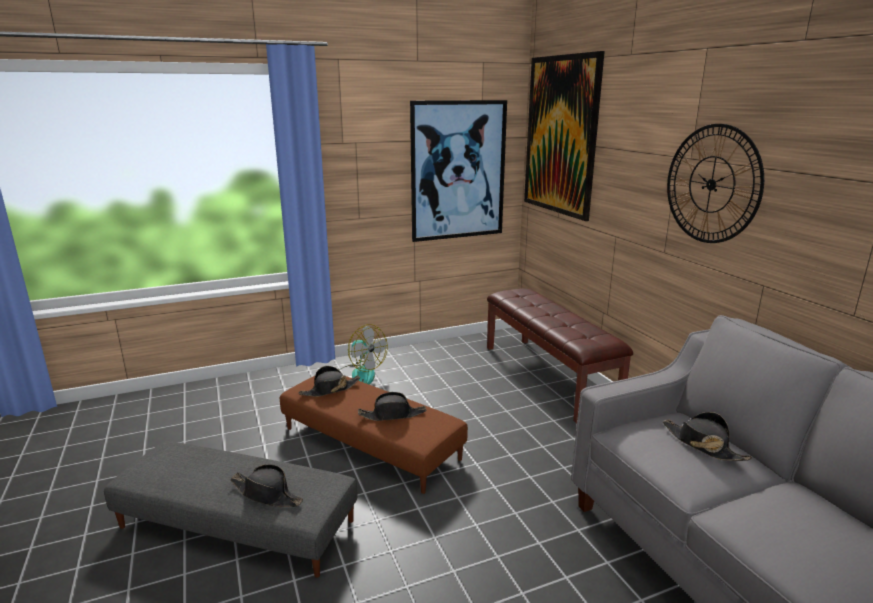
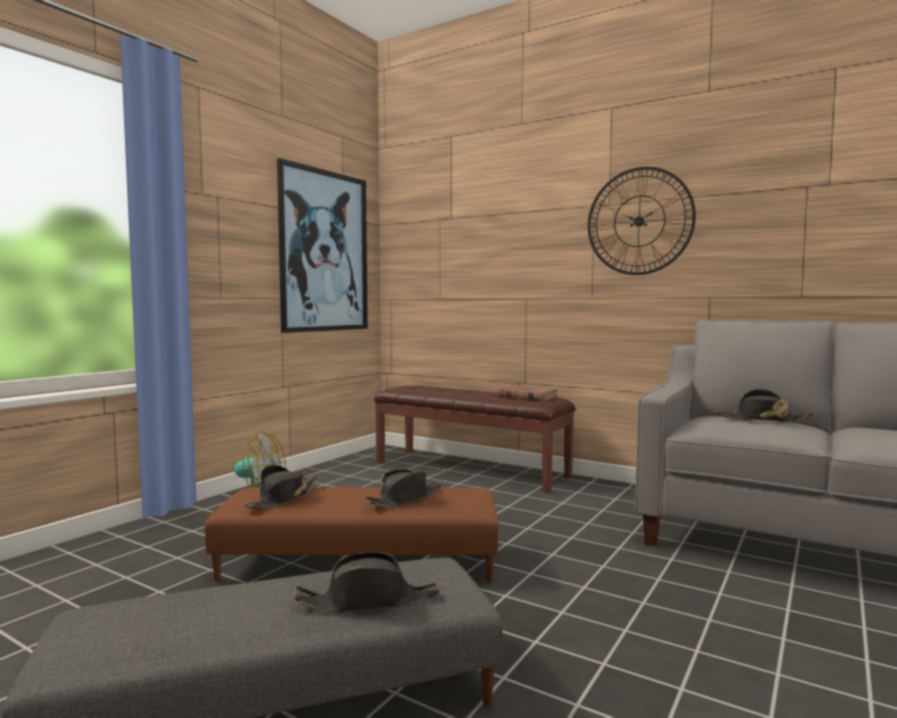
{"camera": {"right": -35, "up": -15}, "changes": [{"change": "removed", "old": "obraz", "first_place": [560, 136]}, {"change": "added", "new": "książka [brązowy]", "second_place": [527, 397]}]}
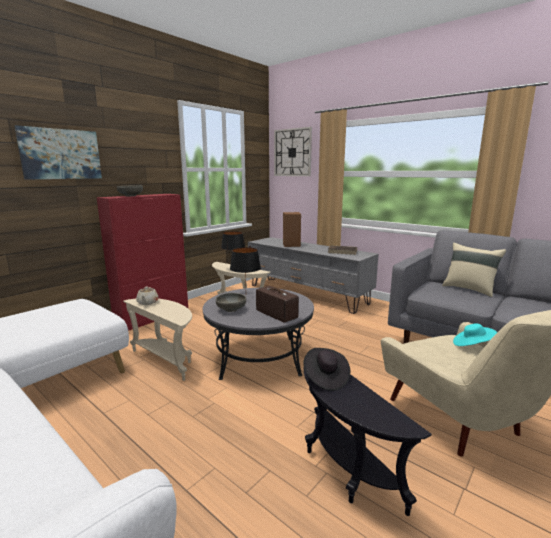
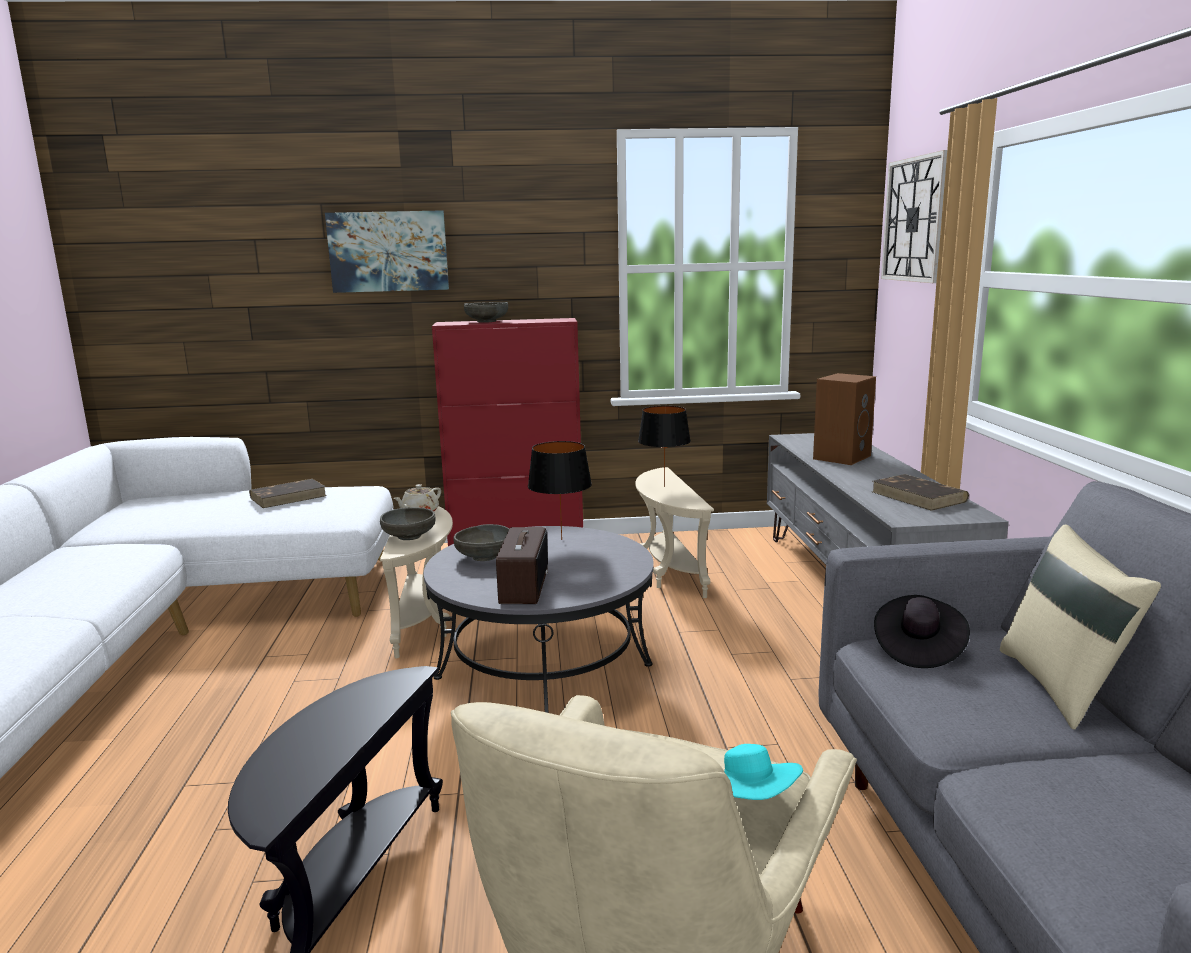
{"camera": {"right": 45, "up": 0}, "changes": [{"change": "added", "new": "książka [brązowy]", "second_place": [289, 497]}, {"change": "added", "new": "miska [szary]", "second_place": [409, 536]}, {"change": "moved", "old": "kapelusz [czarny]", "first_place": [325, 378], "second_place": [917, 649]}]}
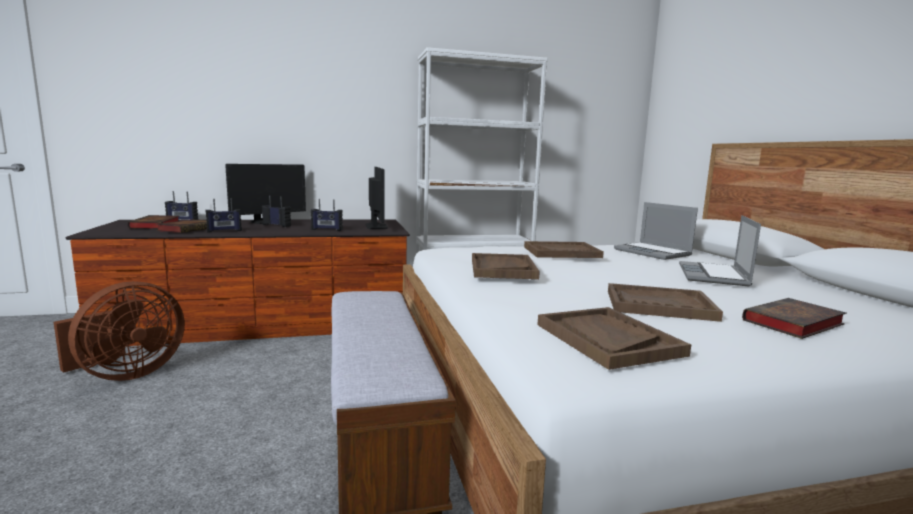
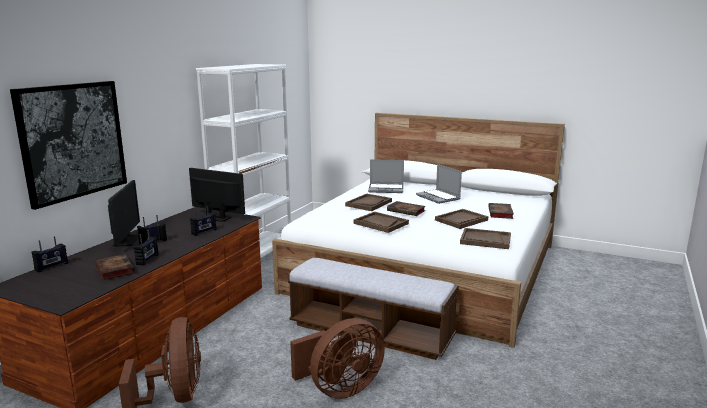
{"camera": {"right": -50, "up": 5}, "changes": [{"change": "added", "new": "obraz", "second_place": [73, 141]}, {"change": "added", "new": "wentylator [brązowy]", "second_place": [340, 389]}, {"change": "moved", "old": "książka", "first_place": [155, 225], "second_place": [407, 211]}]}
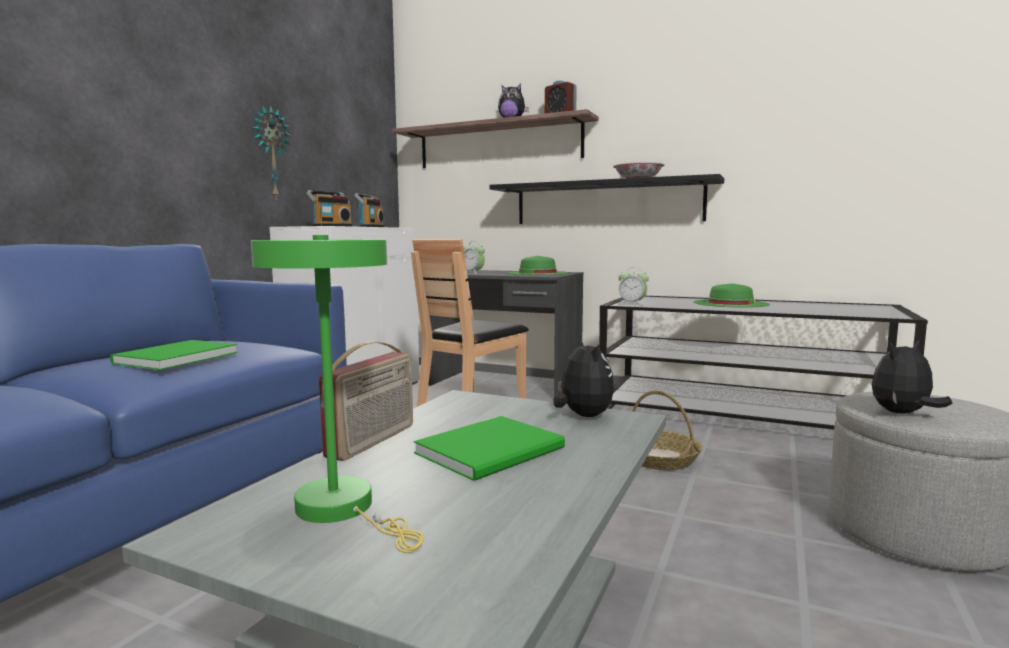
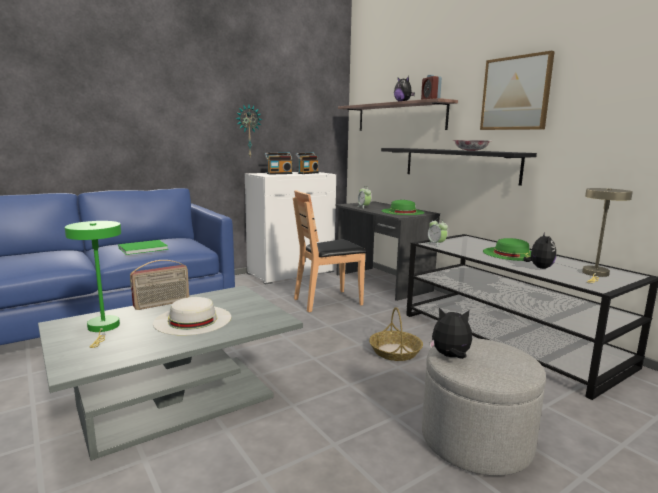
{"camera": {"right": 30, "up": 5}, "changes": [{"change": "added", "new": "obraz", "second_place": [515, 93]}, {"change": "added", "new": "lampa stołowa [beżowy]", "second_place": [595, 274]}, {"change": "moved", "old": "pluszak", "first_place": [582, 416], "second_place": [539, 268]}, {"change": "replaced", "old": "książka [zielony]", "new": "kapelusz [biały]", "first_place": [495, 450], "second_place": [192, 320]}]}
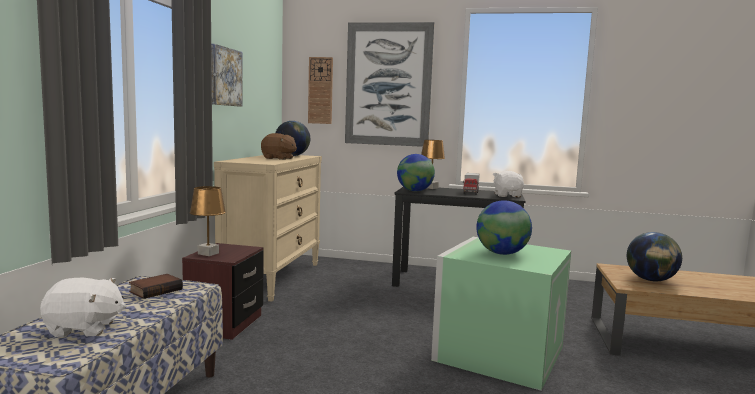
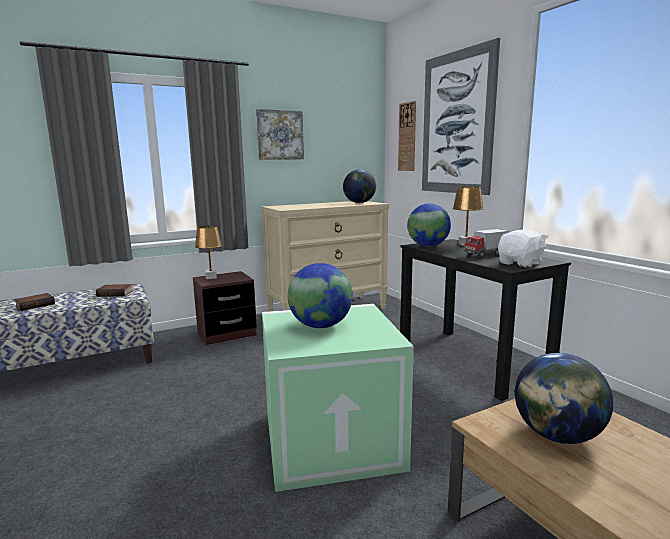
{"camera": {"right": 50, "up": 5}, "changes": [{"change": "removed", "old": "pluszak [brązowy]", "first_place": [278, 158]}, {"change": "replaced", "old": "pluszak [biały]", "new": "książka", "first_place": [84, 328], "second_place": [35, 305]}]}
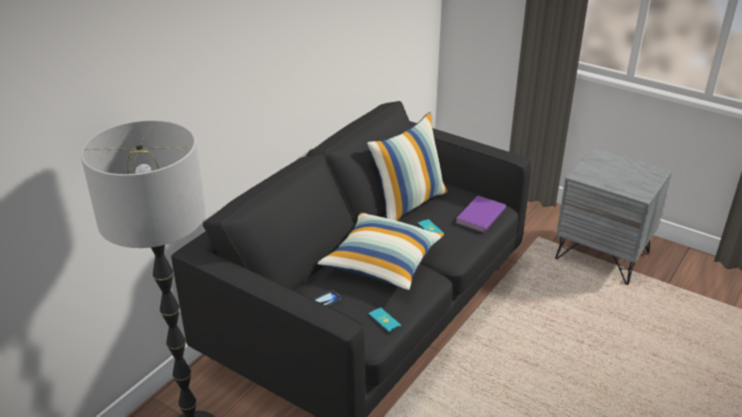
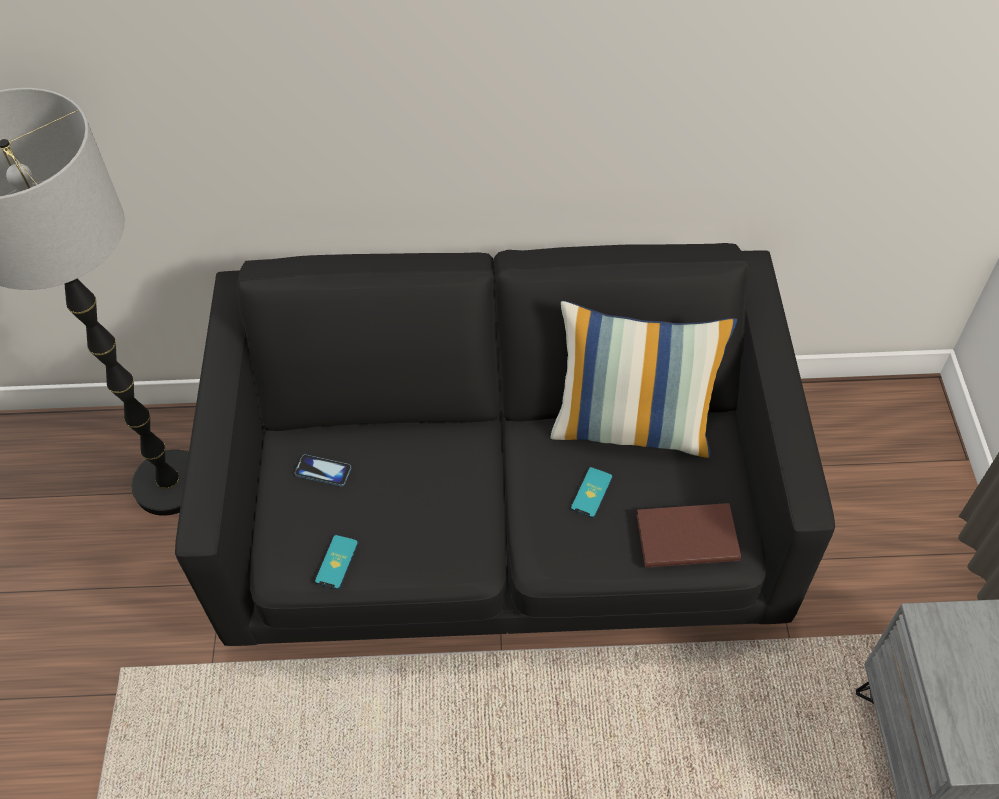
{"camera": {"right": 55, "up": 20}, "changes": [{"change": "removed", "old": "poduszka", "first_place": [382, 263]}, {"change": "recoloured", "old": "książka [fioletowy]", "new": "książka [brązowy]", "first_place": [479, 216], "second_place": [685, 536]}]}
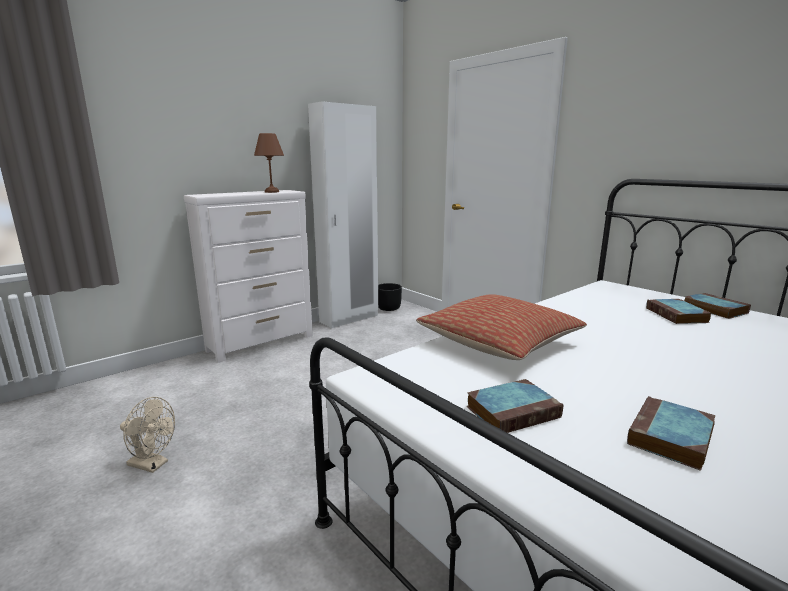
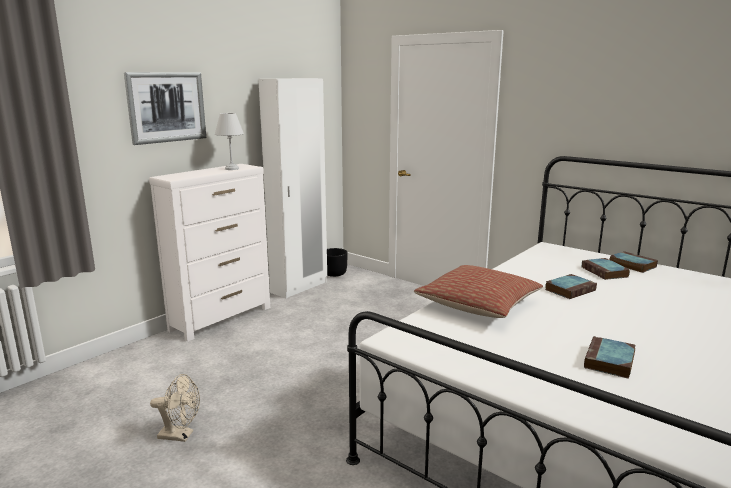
{"camera": {"right": -10, "up": 0}, "changes": [{"change": "added", "new": "obraz", "second_place": [166, 107]}, {"change": "moved", "old": "książka", "first_place": [513, 411], "second_place": [570, 290]}, {"change": "recoloured", "old": "lampa stołowa [brązowy]", "new": "lampa stołowa [biały]", "first_place": [272, 192], "second_place": [232, 169]}]}
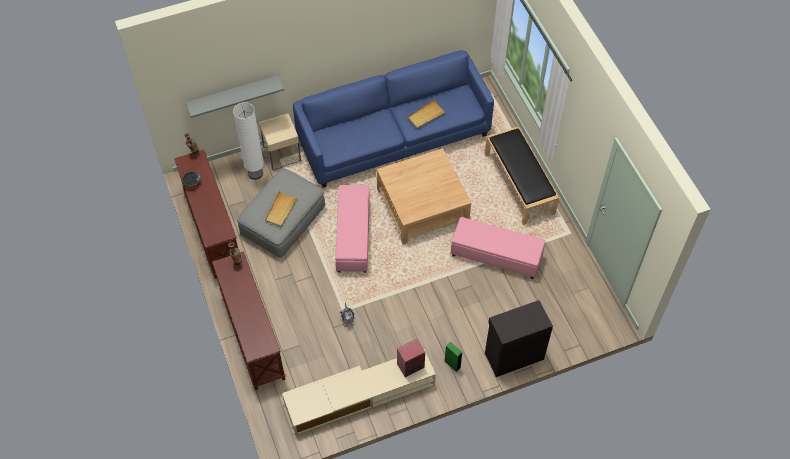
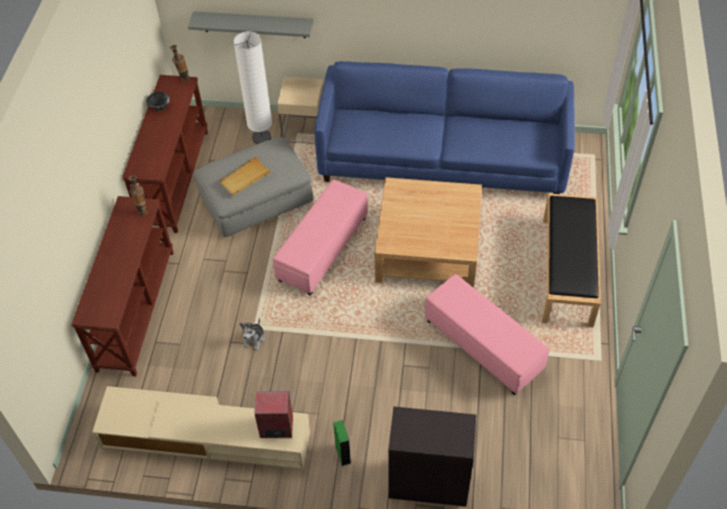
{"camera": {"right": 30, "up": -5}, "changes": [{"change": "removed", "old": "taca [beżowy]", "first_place": [426, 115]}]}
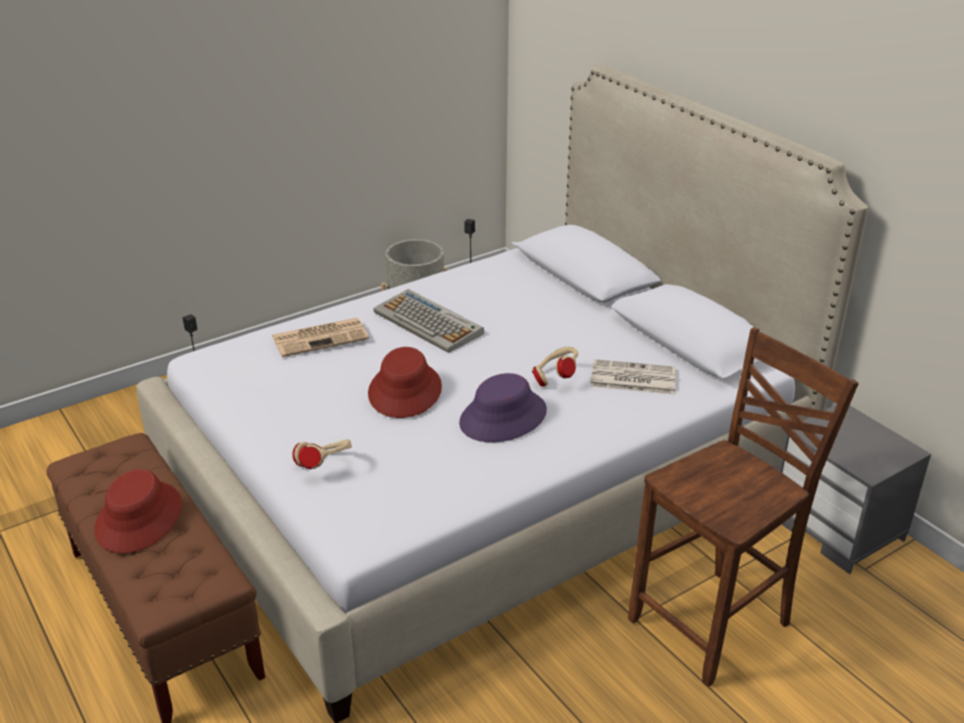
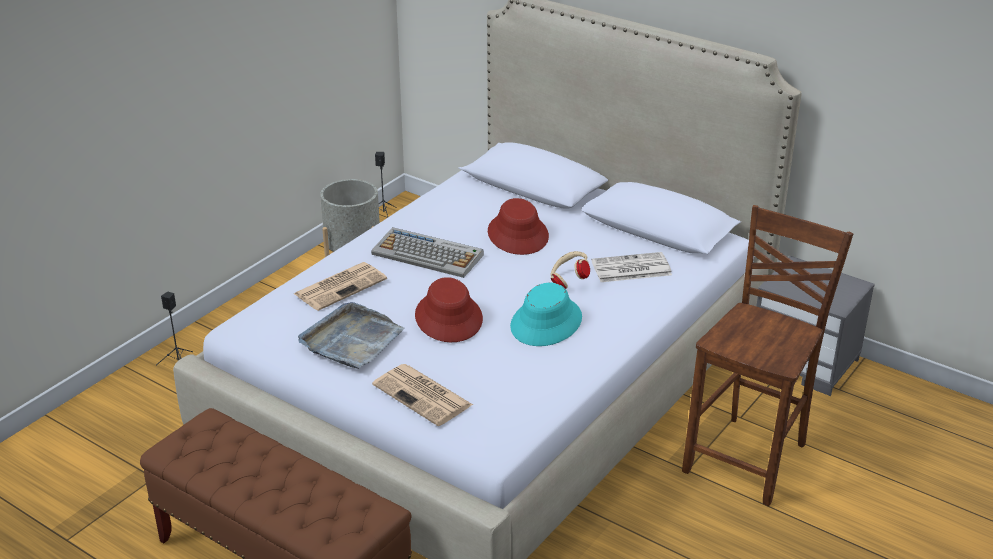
{"camera": {"right": -20, "up": 0}, "changes": [{"change": "added", "new": "taca [szary]", "second_place": [351, 340]}, {"change": "moved", "old": "kapelusz [czerwony]", "first_place": [139, 518], "second_place": [518, 234]}, {"change": "replaced", "old": "słuchawki [beżowy]", "new": "gazeta", "first_place": [324, 467], "second_place": [424, 395]}, {"change": "recoloured", "old": "kapelusz [fioletowy]", "new": "kapelusz [turkusowy]", "first_place": [503, 417], "second_place": [546, 322]}]}
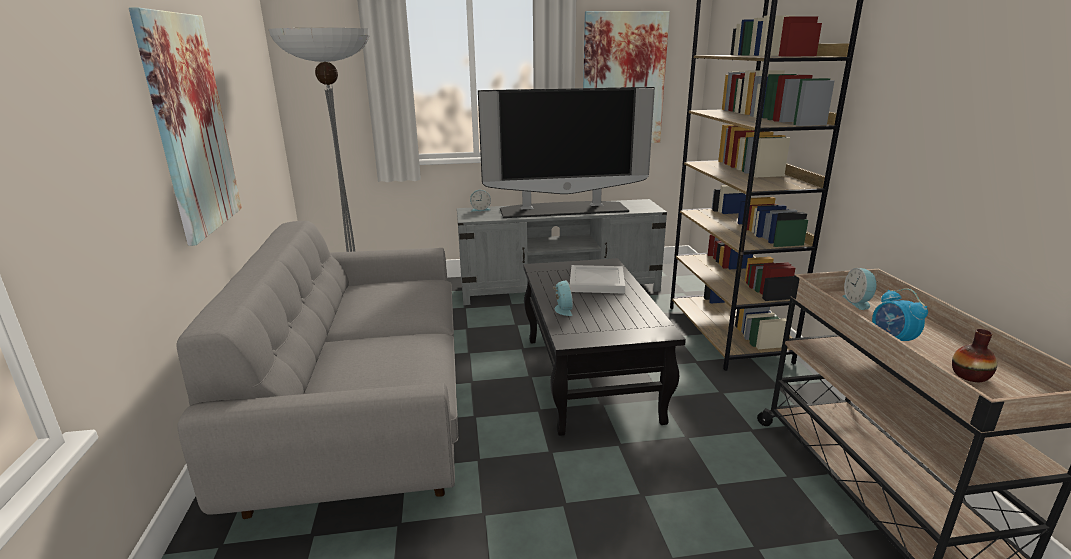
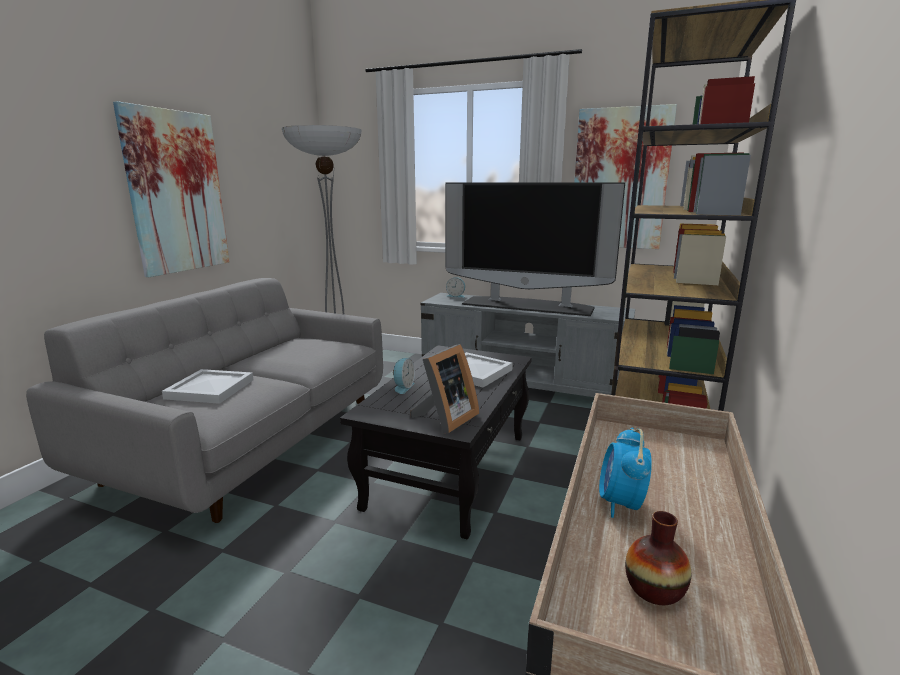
{"camera": {"right": 30, "up": -5}, "changes": [{"change": "removed", "old": "budzik", "first_place": [858, 302]}, {"change": "added", "new": "taca [biały]", "second_place": [210, 388]}, {"change": "added", "new": "ramka na zdjęcie", "second_place": [445, 419]}]}
